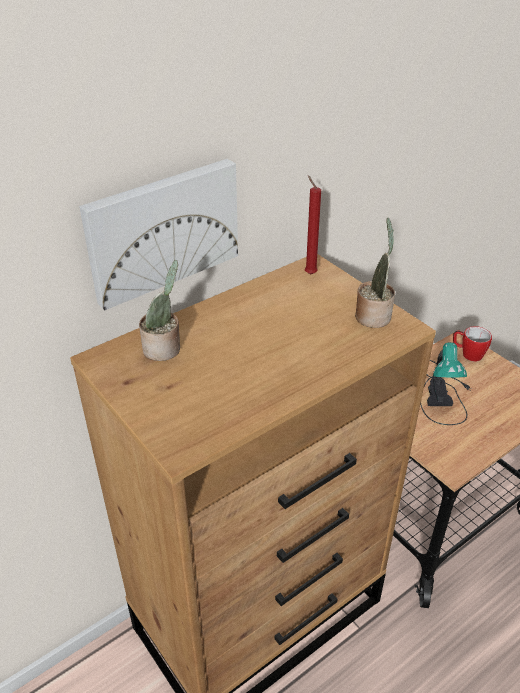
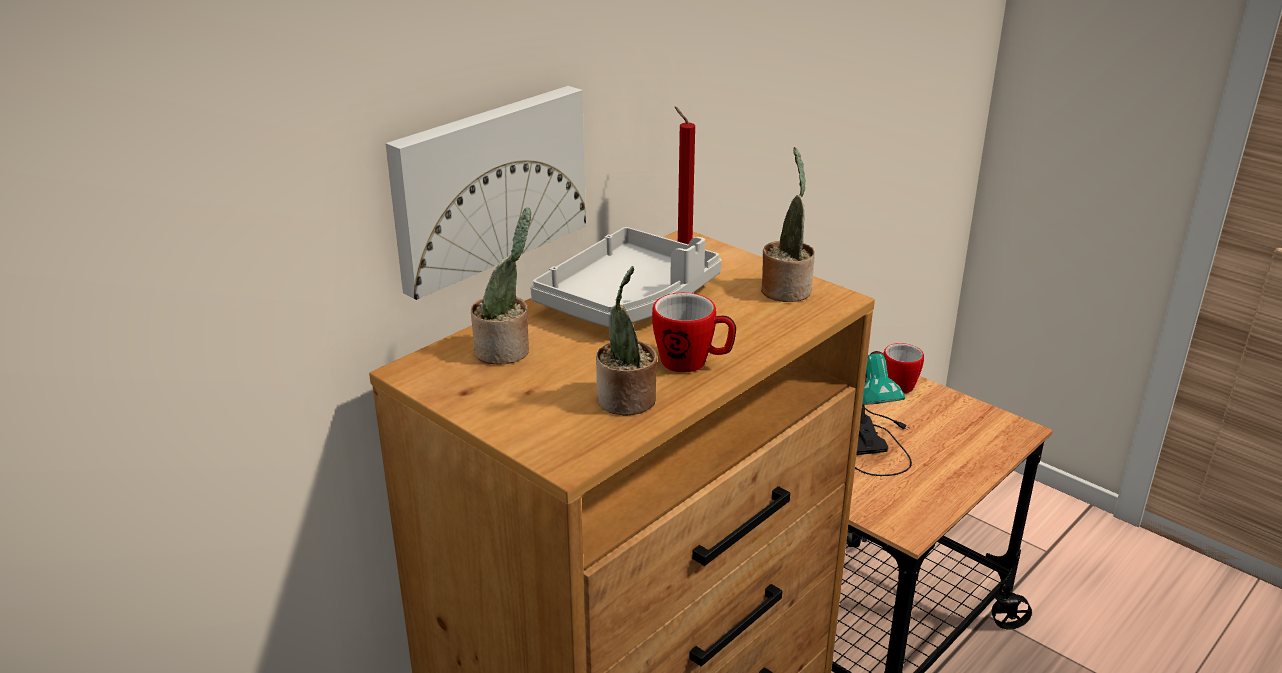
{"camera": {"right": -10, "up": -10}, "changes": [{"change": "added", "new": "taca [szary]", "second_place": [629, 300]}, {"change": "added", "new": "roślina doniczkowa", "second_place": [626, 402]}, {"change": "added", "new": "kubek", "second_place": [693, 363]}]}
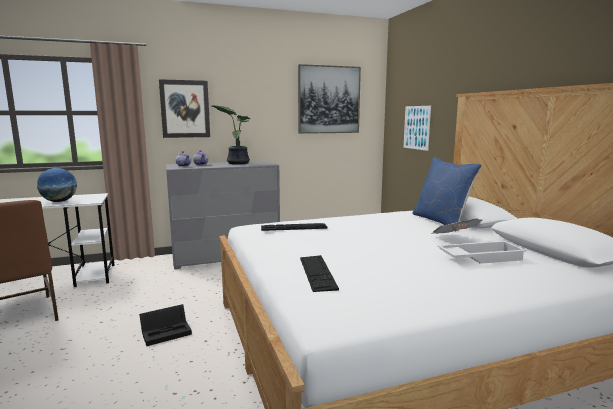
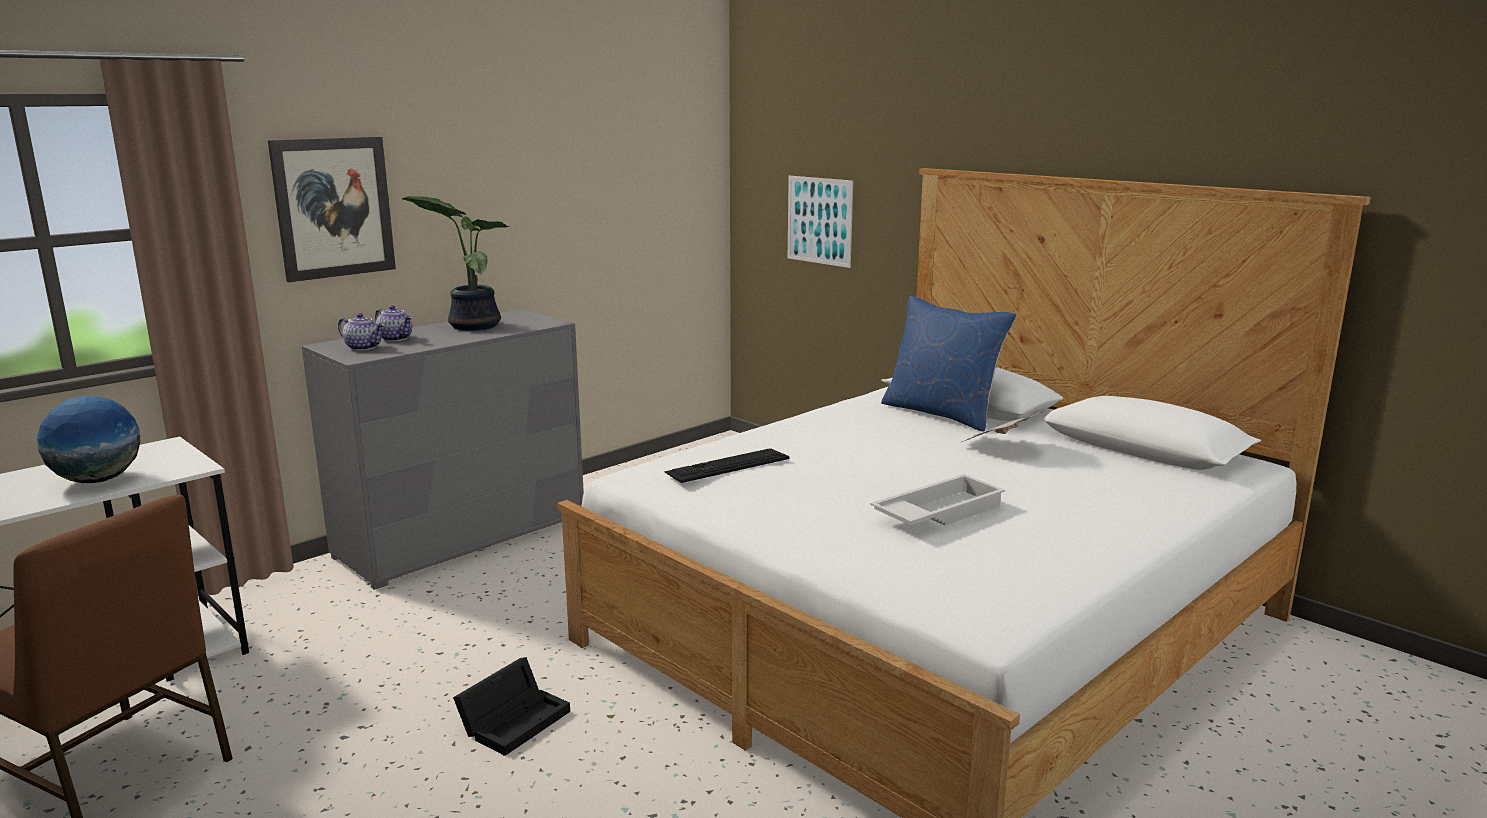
{"camera": {"right": -25, "up": 5}, "changes": [{"change": "removed", "old": "obraz", "first_place": [329, 100]}, {"change": "removed", "old": "klawiatura", "first_place": [317, 272]}, {"change": "moved", "old": "taca [biały]", "first_place": [480, 257], "second_place": [937, 512]}]}
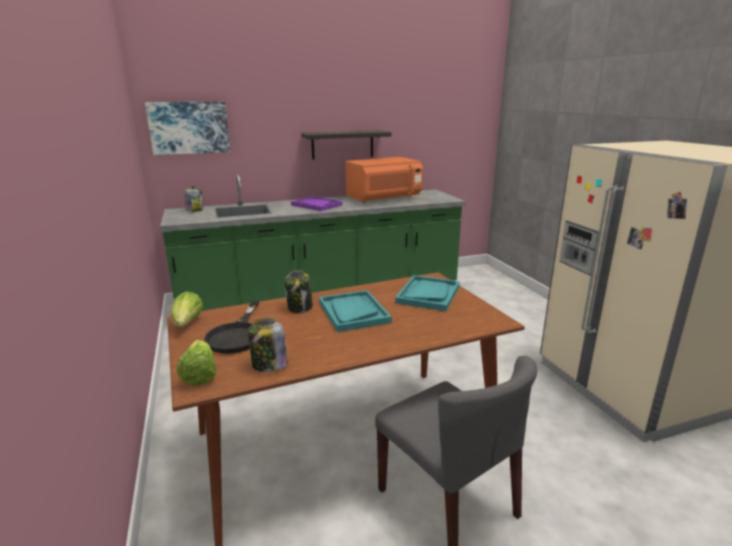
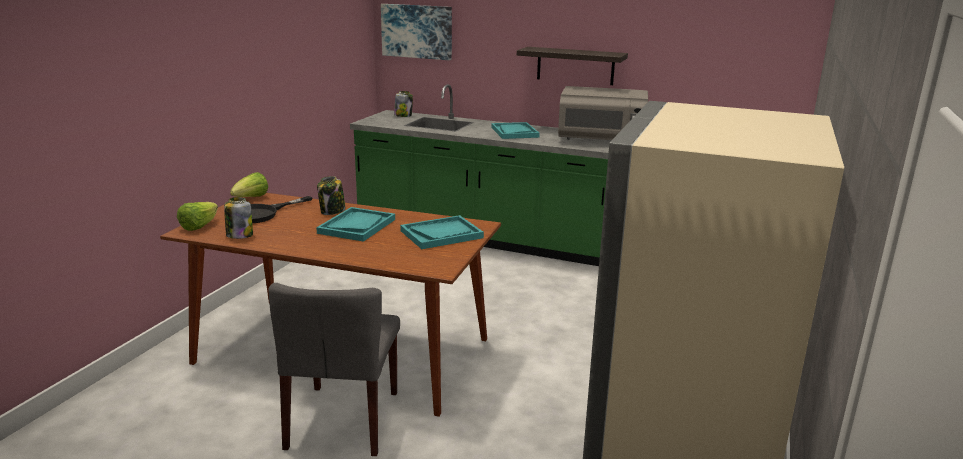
{"camera": {"right": 40, "up": 0}, "changes": [{"change": "recoloured", "old": "taca [fioletowy]", "new": "taca [turkusowy]", "first_place": [316, 205], "second_place": [514, 132]}, {"change": "recoloured", "old": "mikrofalówka [pomarańczowy]", "new": "mikrofalówka [szary]", "first_place": [384, 199], "second_place": [601, 140]}]}
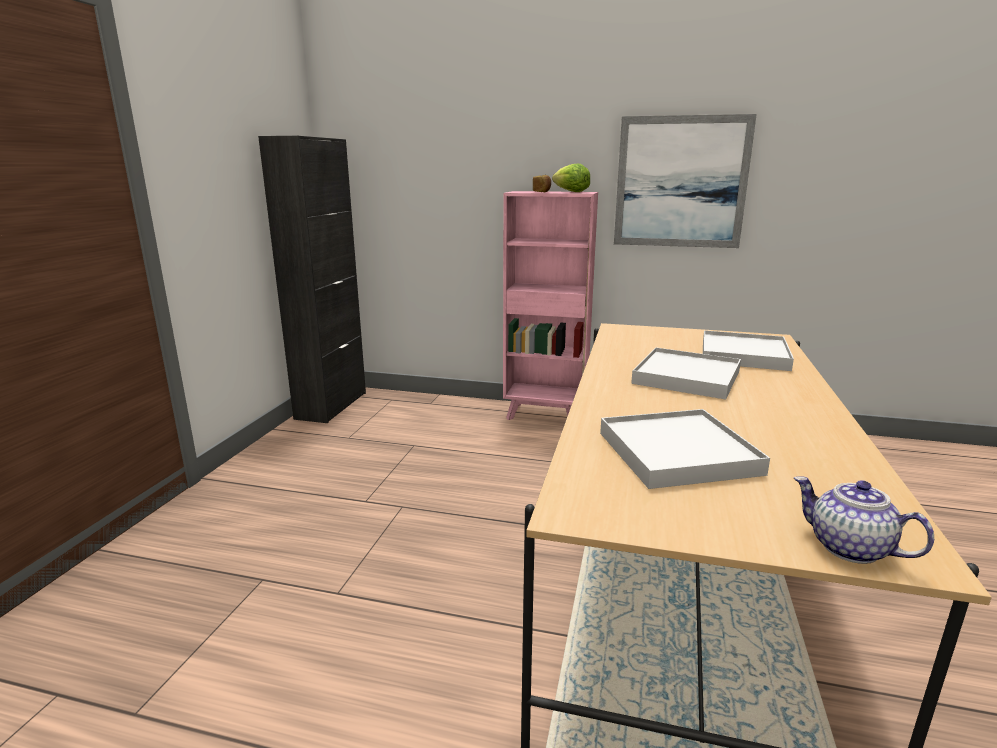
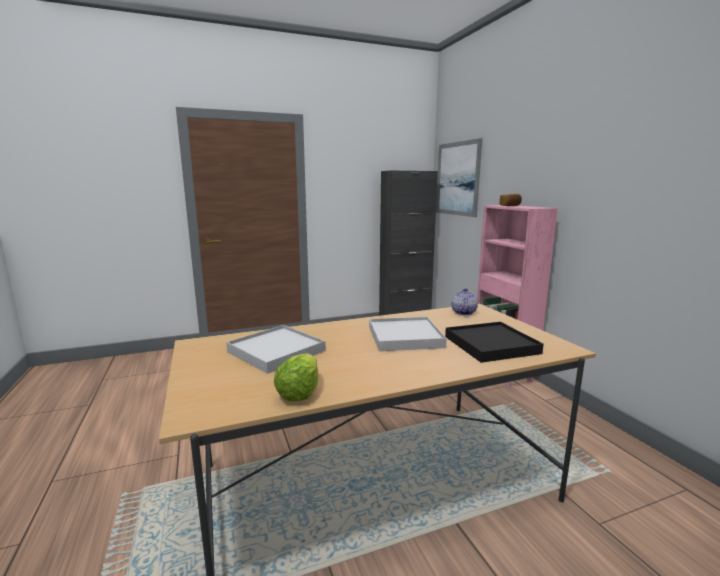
{"camera": {"right": 55, "up": -5}, "changes": [{"change": "moved", "old": "sałata", "first_place": [571, 192], "second_place": [299, 393]}, {"change": "moved", "old": "obraz", "first_place": [680, 182], "second_place": [457, 179]}, {"change": "moved", "old": "imbryk", "first_place": [848, 548], "second_place": [463, 312]}, {"change": "recoloured", "old": "taca [biały]", "new": "taca [czarny]", "first_place": [744, 355], "second_place": [491, 345]}]}
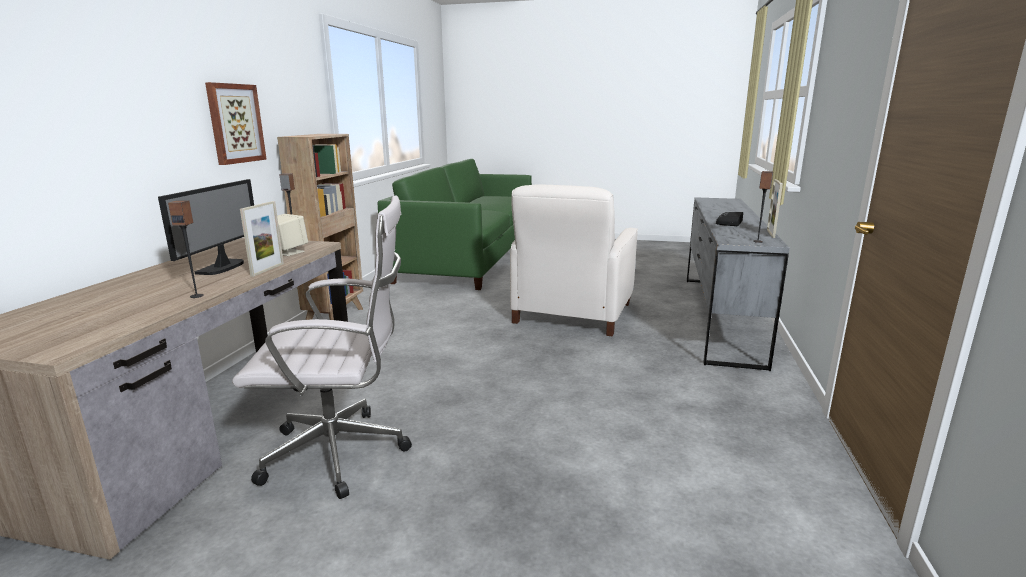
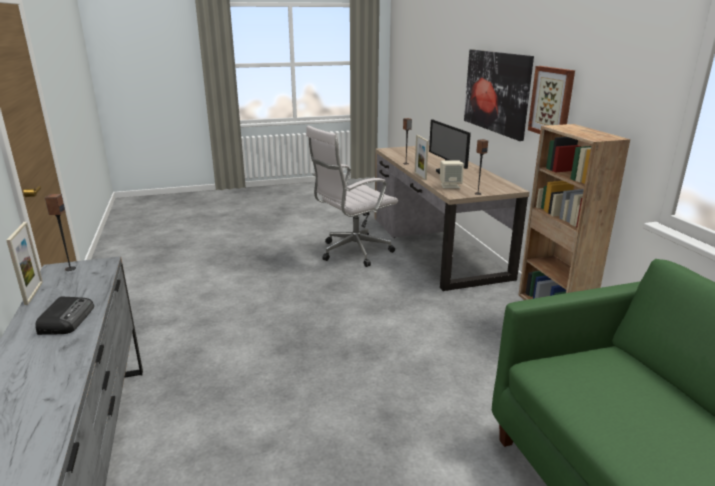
{"camera": {"right": 150, "up": 5}, "changes": [{"change": "removed", "old": "fotel [biały]", "first_place": [572, 313]}, {"change": "added", "new": "obraz", "second_place": [496, 92]}]}
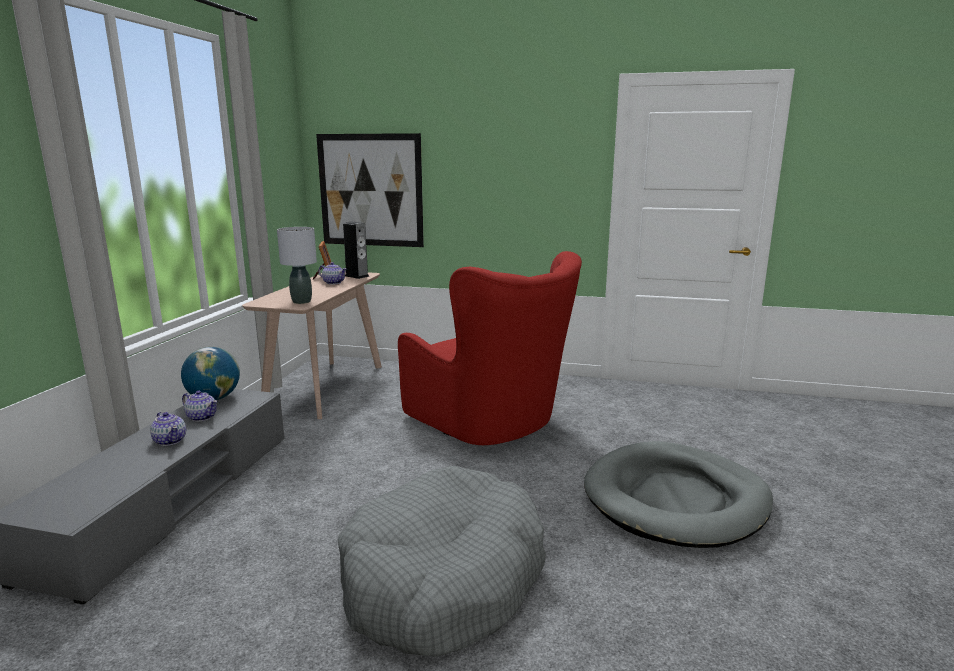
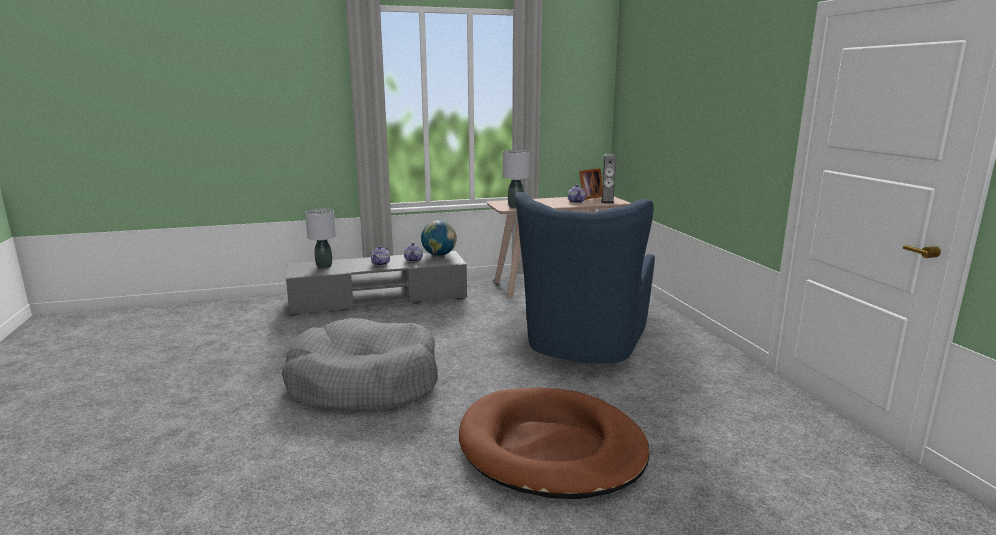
{"camera": {"right": 60, "up": 0}, "changes": [{"change": "removed", "old": "obraz", "first_place": [370, 190]}, {"change": "added", "new": "lampa stołowa [szary]", "second_place": [324, 267]}, {"change": "recoloured", "old": "fotel [czerwony]", "new": "fotel [niebieski]", "first_place": [490, 423], "second_place": [582, 345]}, {"change": "recoloured", "old": "legowisko [szary]", "new": "legowisko [brązowy]", "first_place": [675, 499], "second_place": [551, 448]}]}
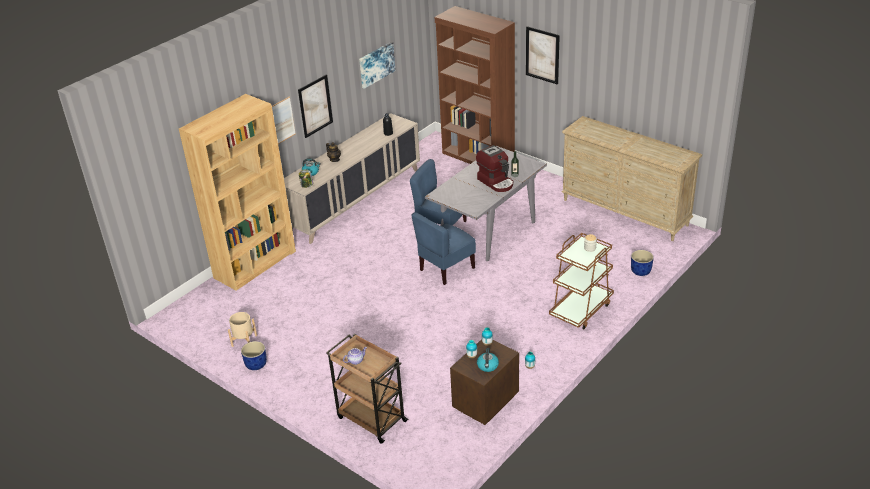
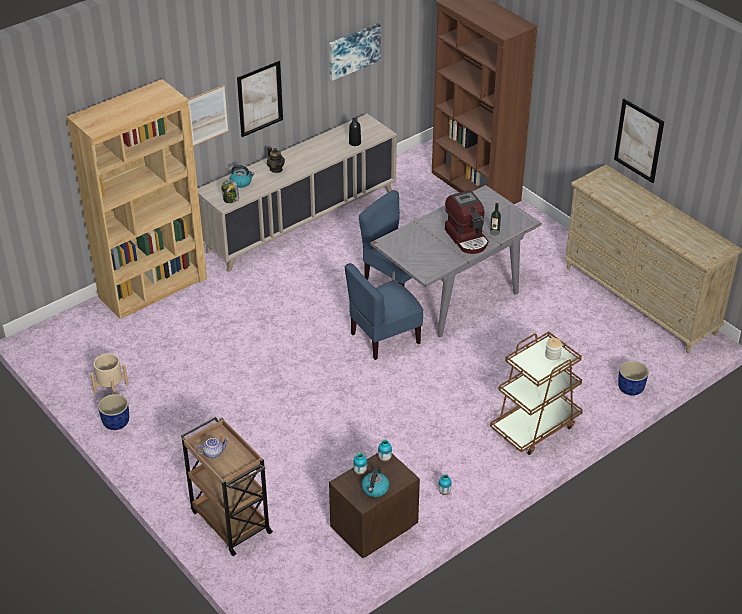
{"camera": {"right": 10, "up": 5}, "changes": [{"change": "moved", "old": "obraz", "first_place": [542, 55], "second_place": [639, 140]}]}
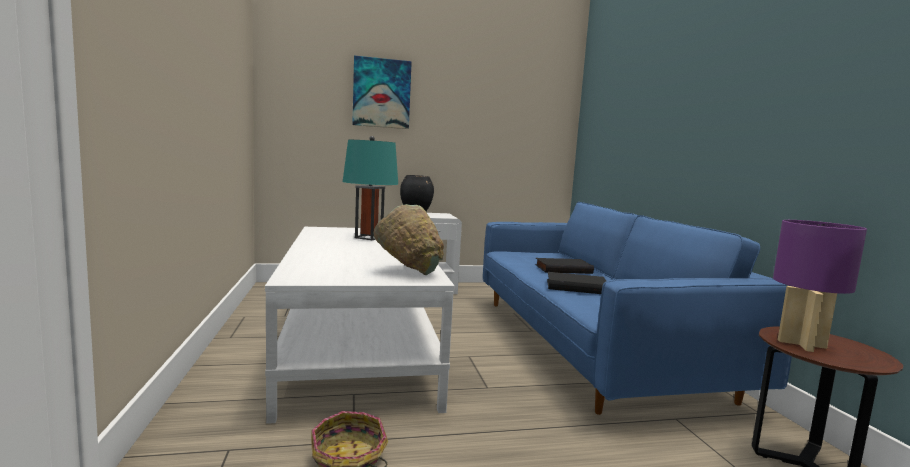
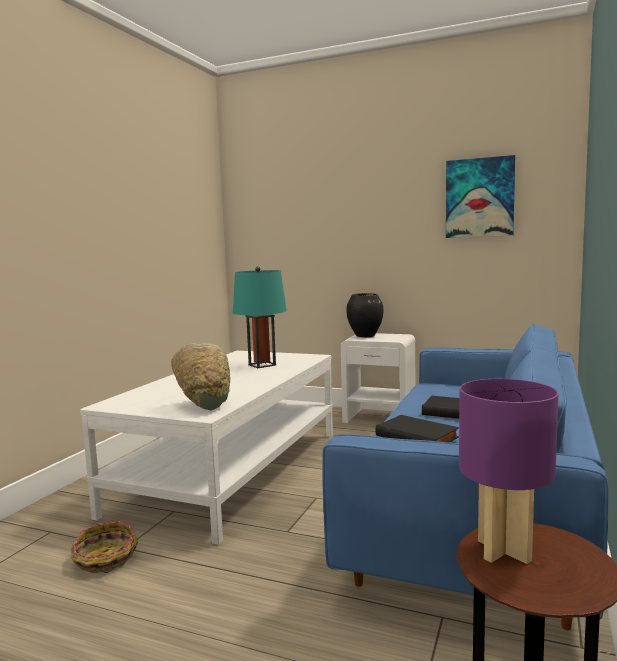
{"camera": {"right": 35, "up": 0}, "changes": [{"change": "moved", "old": "obraz", "first_place": [381, 93], "second_place": [479, 198]}]}
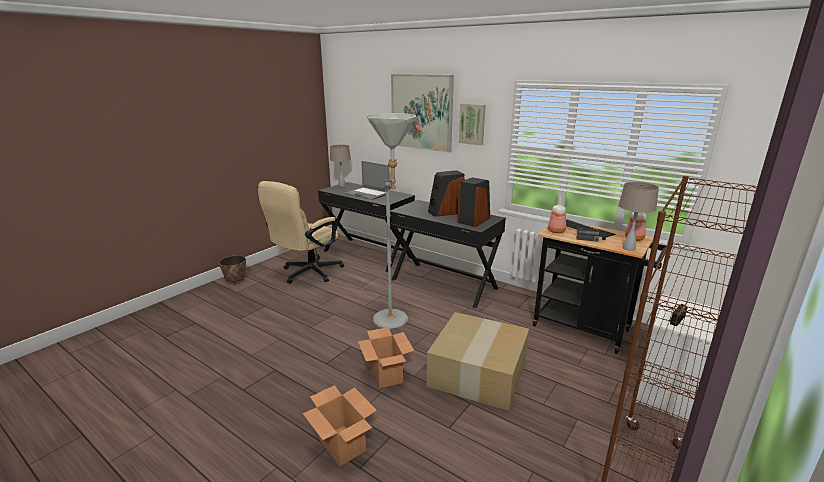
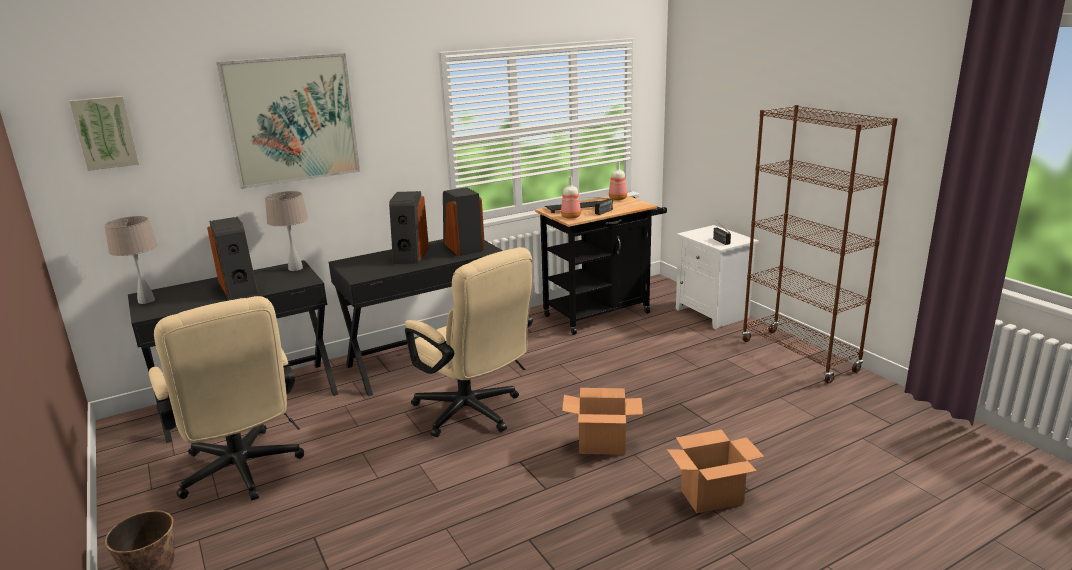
{"camera": {"right": -65, "up": 0}, "changes": [{"change": "removed", "old": "karton", "first_place": [479, 374]}, {"change": "moved", "old": "obraz", "first_place": [472, 124], "second_place": [105, 132]}, {"change": "moved", "old": "lampa stołowa [beżowy]", "first_place": [629, 248], "second_place": [296, 268]}, {"change": "replaced", "old": "laptop", "new": "głośnik", "first_place": [367, 194], "second_place": [239, 287]}, {"change": "replaced", "old": "lampa stojąca [szary]", "new": "krzesło biurowe [beżowy]", "first_place": [393, 316], "second_place": [473, 414]}]}
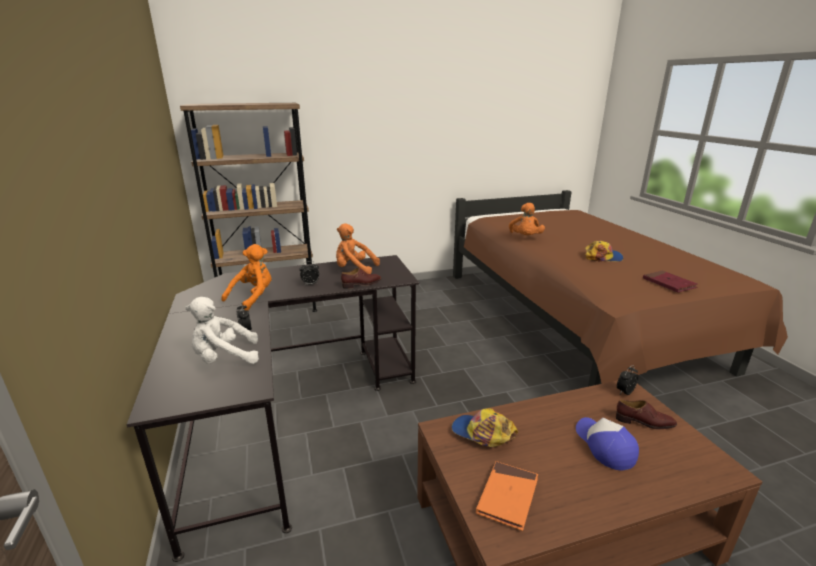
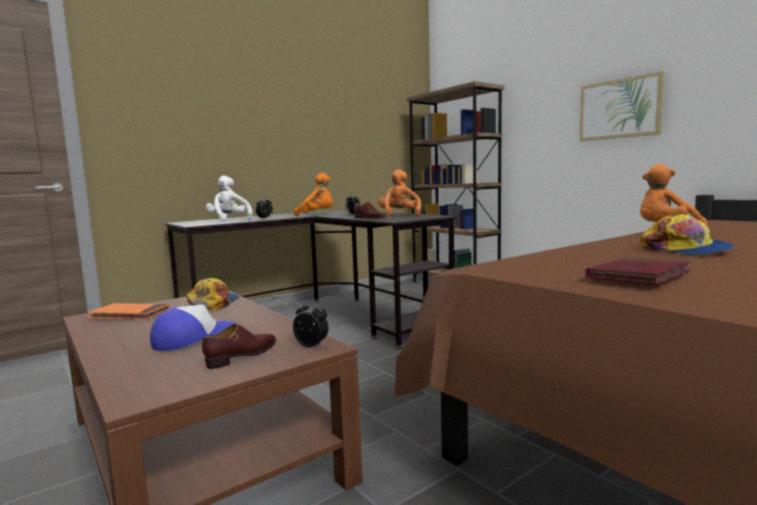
{"camera": {"right": 70, "up": -15}, "changes": [{"change": "added", "new": "obraz", "second_place": [619, 109]}, {"change": "turned", "old": "but [brązowy]", "first_place": [644, 422], "second_place": [243, 355], "degrees": -135}]}
